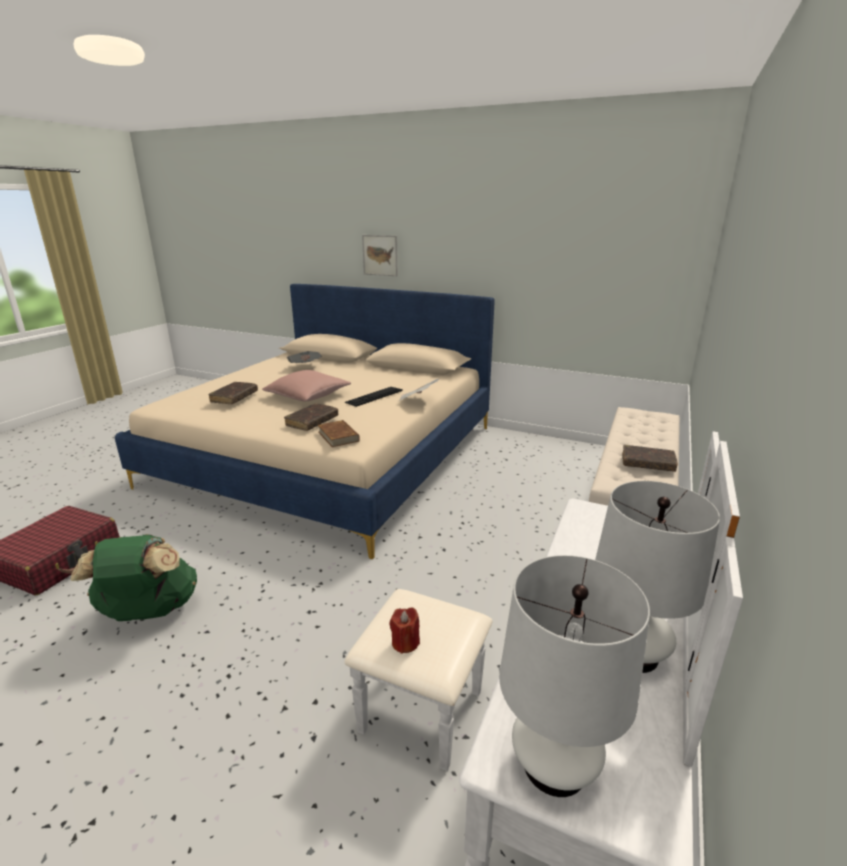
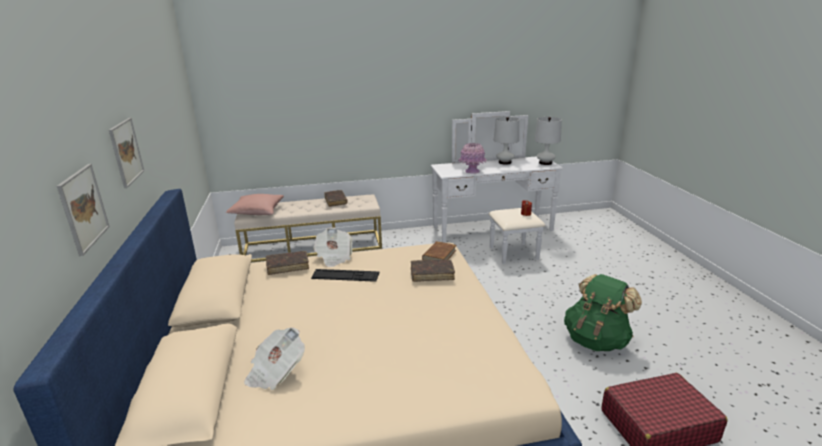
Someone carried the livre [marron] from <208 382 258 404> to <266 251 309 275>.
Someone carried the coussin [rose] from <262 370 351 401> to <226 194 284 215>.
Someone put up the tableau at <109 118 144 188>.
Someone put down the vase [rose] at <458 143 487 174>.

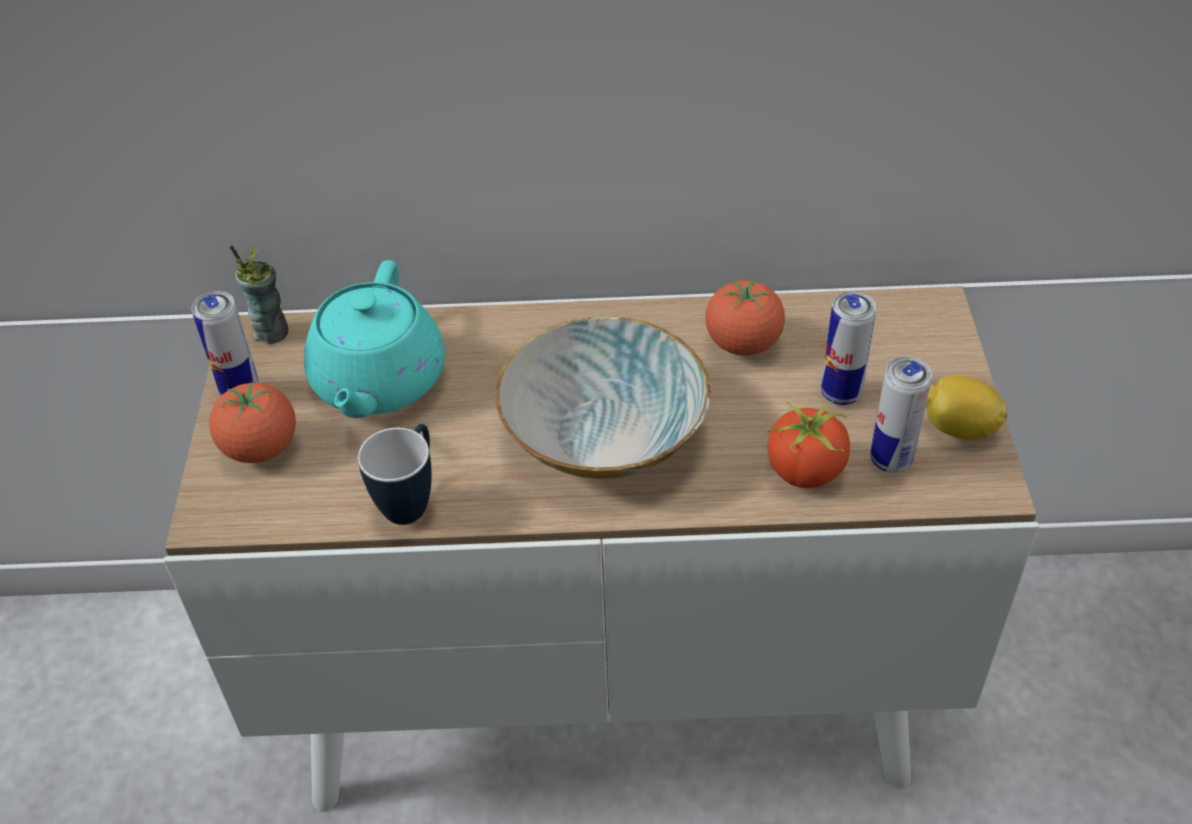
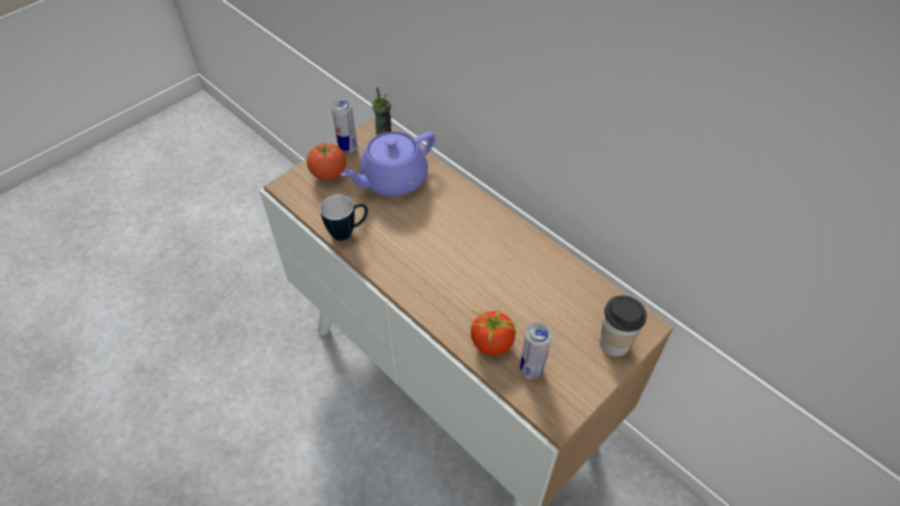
Someone repainted the théière [turquoise] at <304 260 445 418>, which became the théière [violet] at <340 131 435 196>.
Someone took away the bol at <495 316 711 479>.
Someone took away the tomate at <705 280 785 356>.
Someone took away the boîte métallique at <821 291 876 405>.
Someone took away the citron at <926 375 1007 440>.
Someone put down the tasse at <600 295 647 357>.

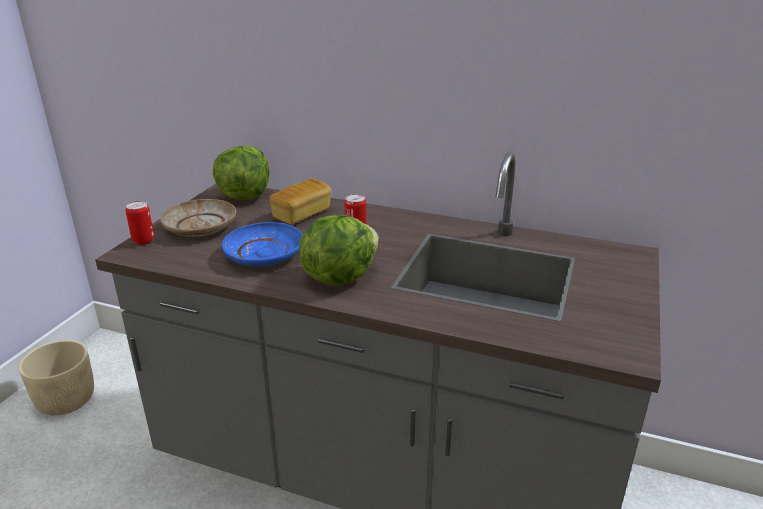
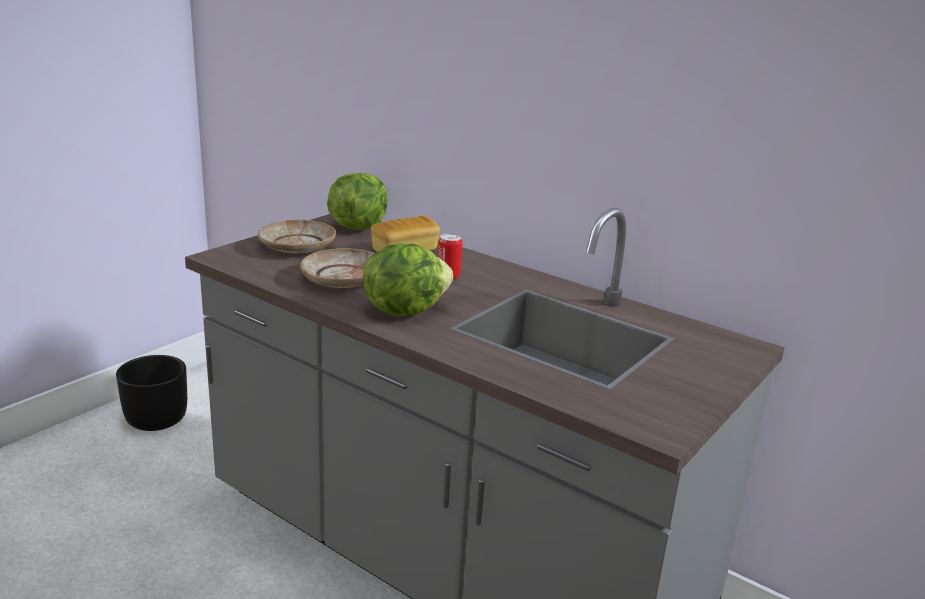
Someone repainted the cache-pot [beige] at <18 340 94 415>, which became the cache-pot [noir] at <116 355 187 431>.
Someone took away the boîte métallique at <126 201 154 245>.
Someone repainted the assiette [bleu] at <222 222 303 266>, which became the assiette [beige] at <300 248 375 288>.

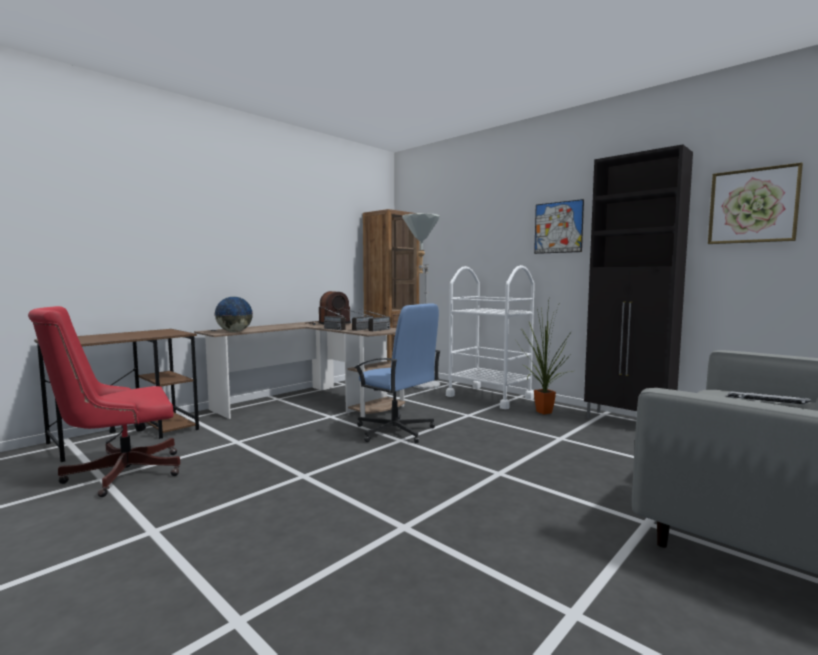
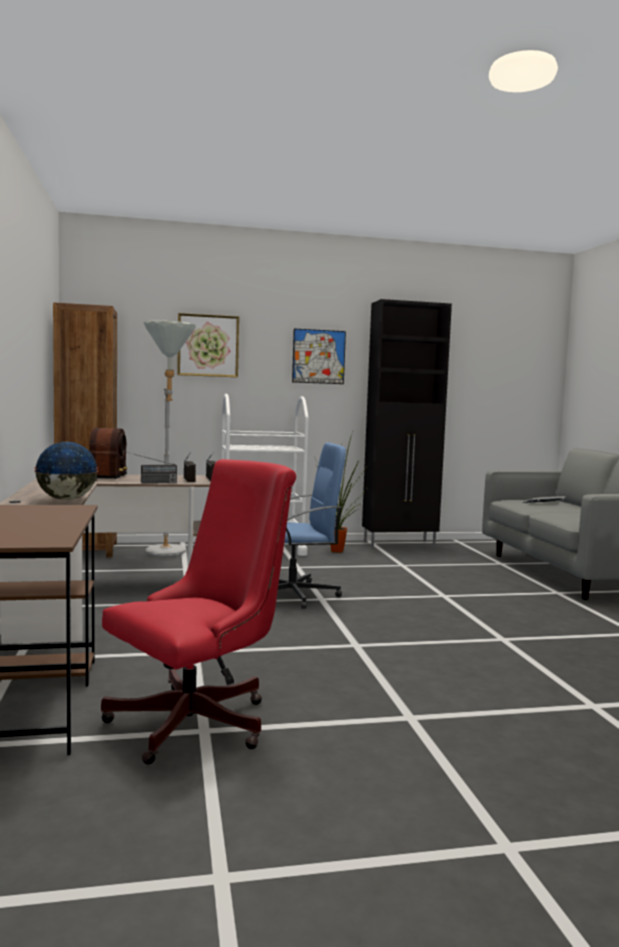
Someone rotated the chaise de bureau [rouge] at <28 306 181 497> by 135 degrees counterclockwise.
Someone carried the tableau from <708 163 803 244> to <177 313 239 377>.

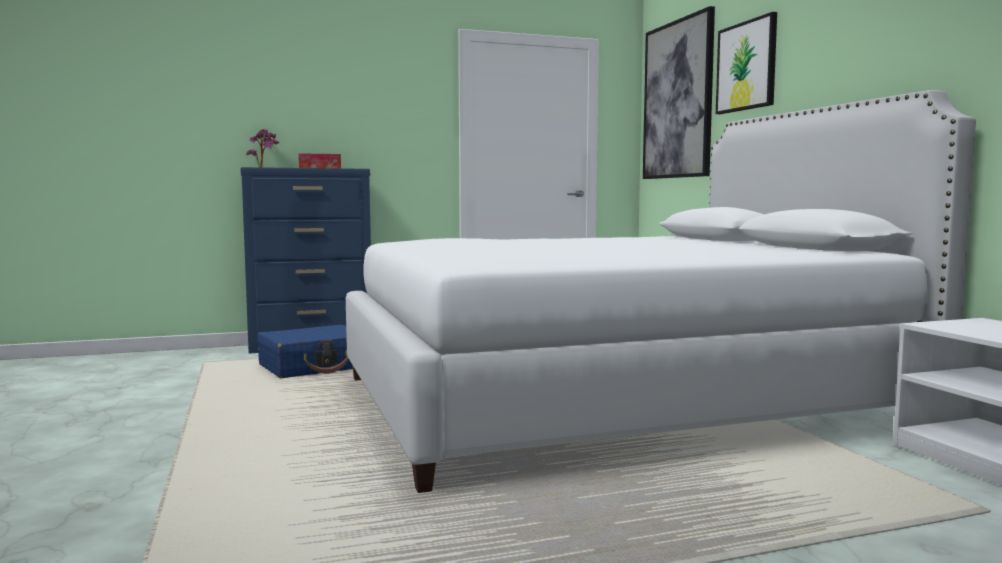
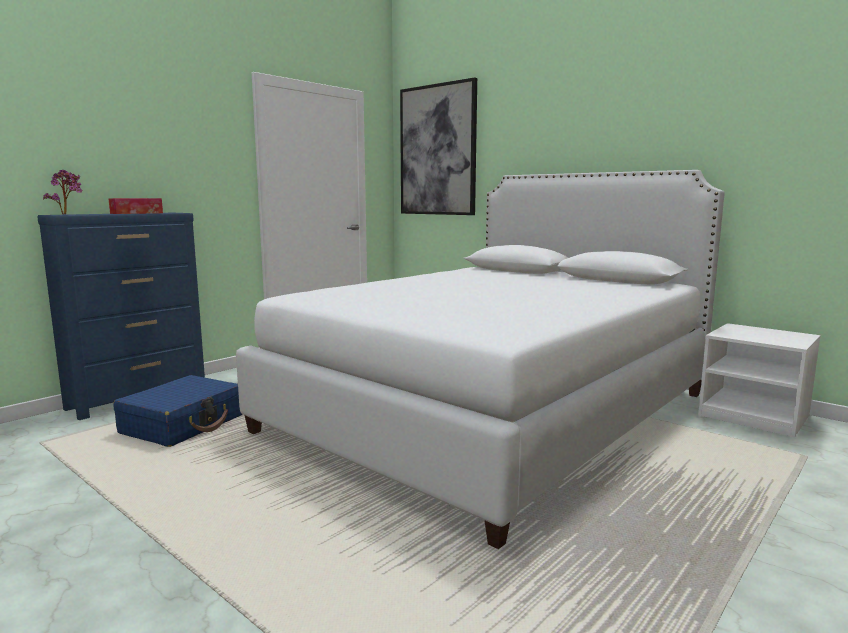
Someone took away the tableau at <716 12 777 114>.

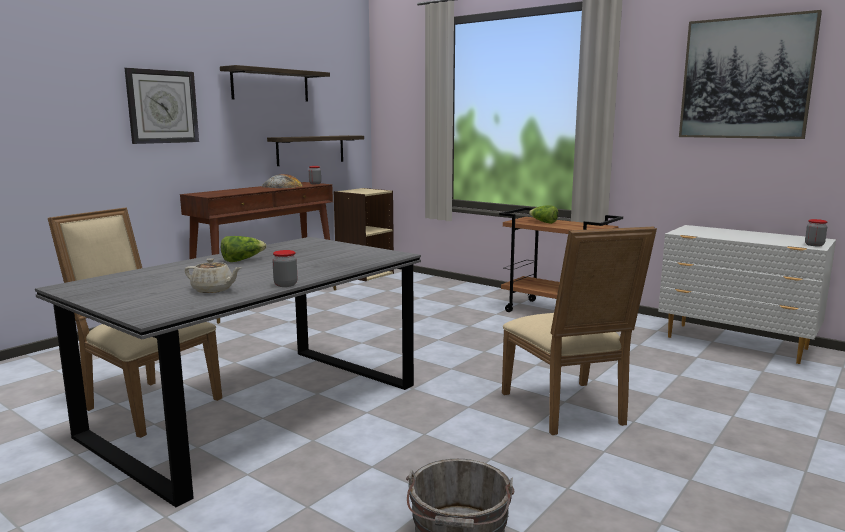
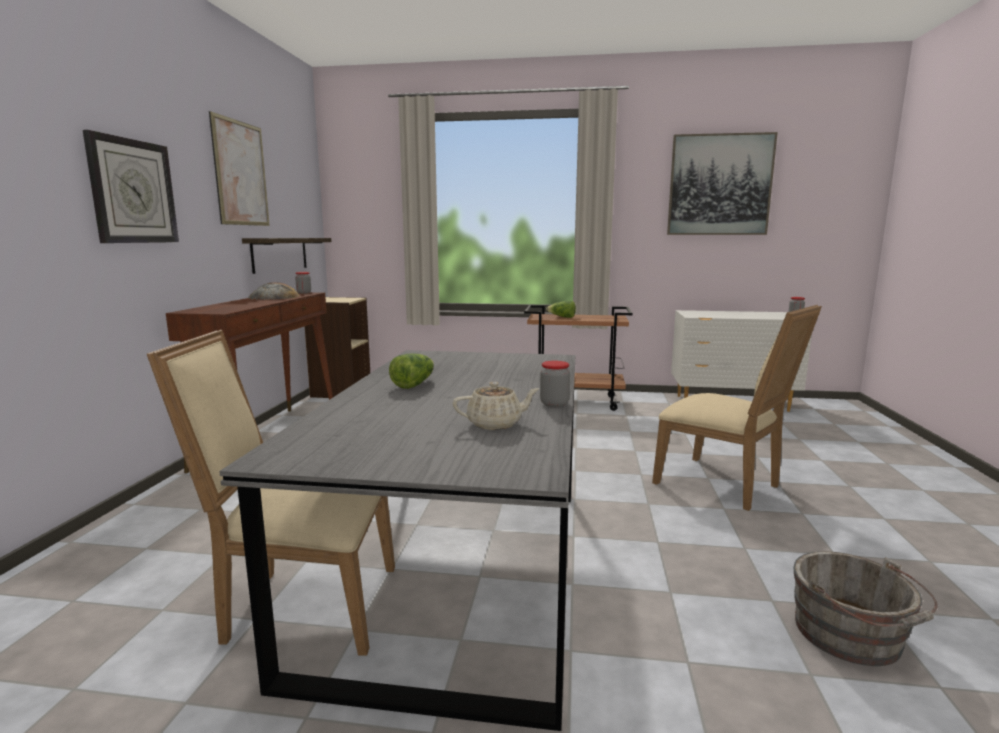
Someone swapped the étagère at <220 65 330 102> for the tableau at <209 111 270 226>.

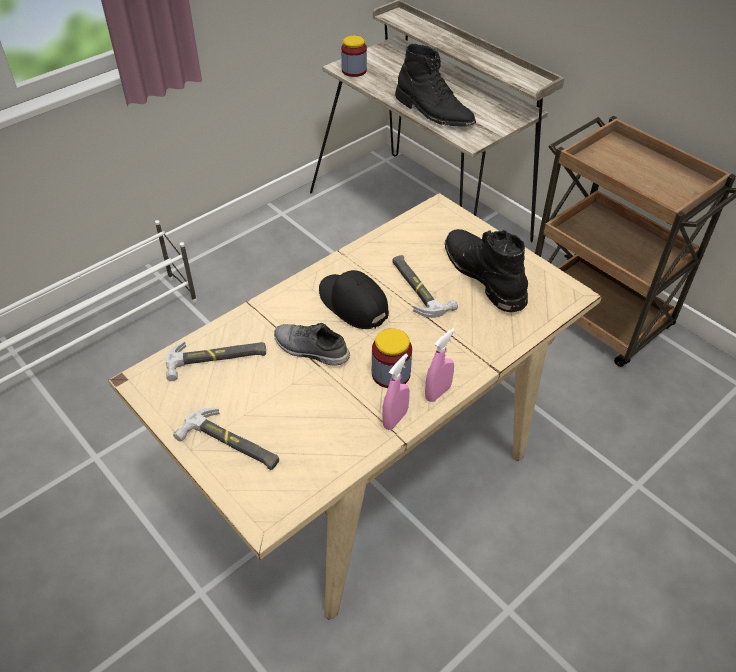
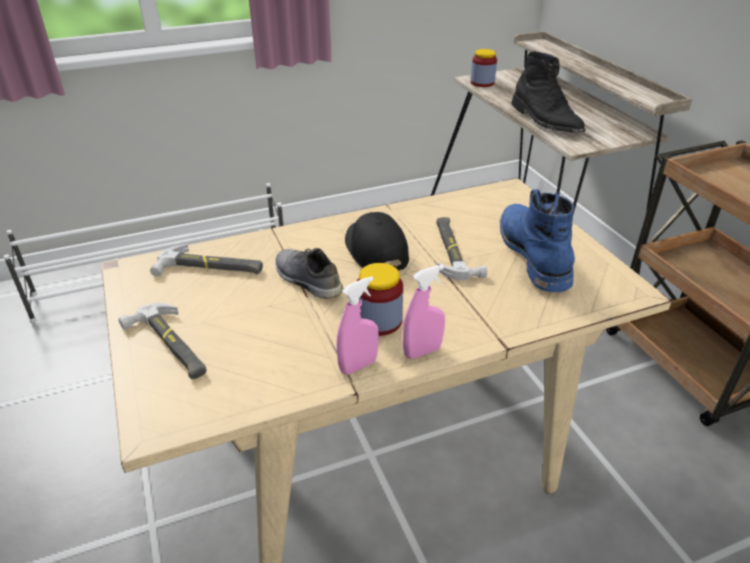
Someone repainted the botte [noir] at <445 229 528 312>, which became the botte [bleu] at <500 189 575 292>.

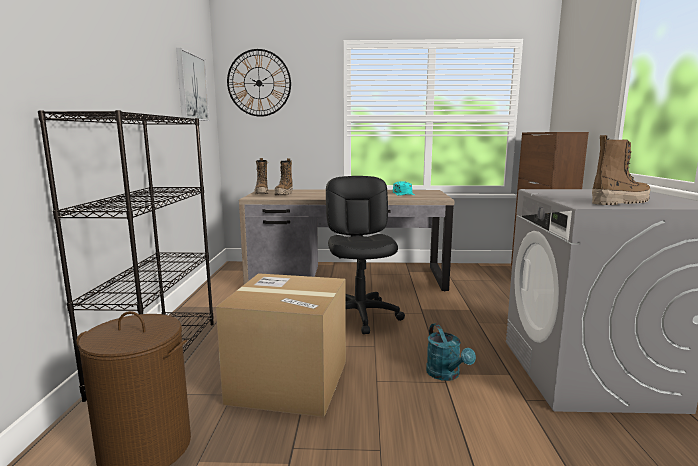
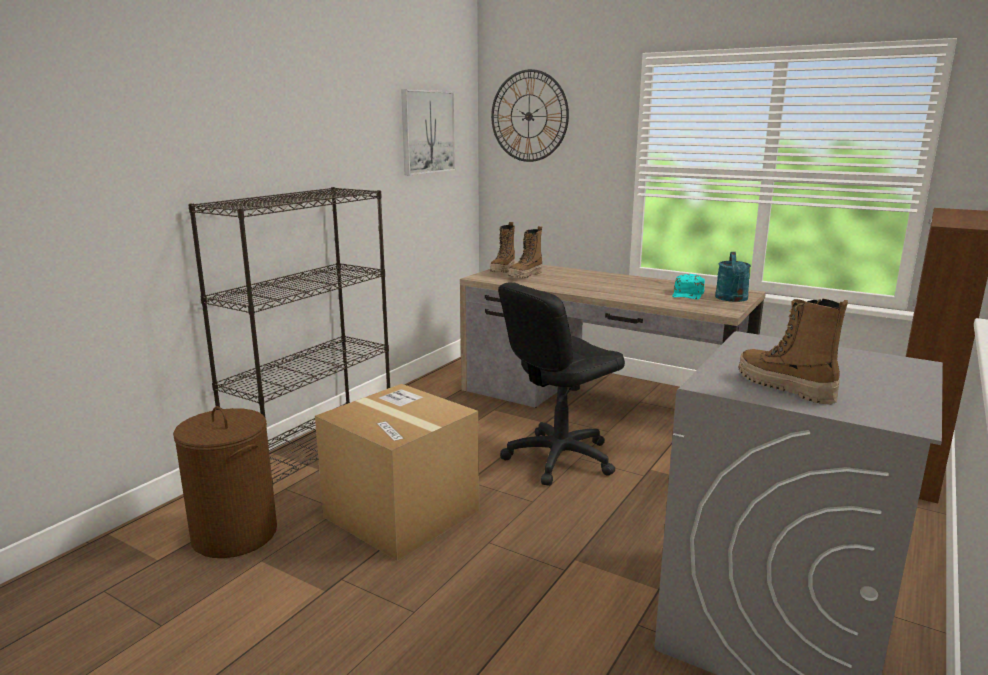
Someone rotated the chaise de bureau [noir] at <326 176 405 334> by 150 degrees counterclockwise.
Someone carried the arrosoir [turquoise] from <426 323 476 381> to <715 252 751 302>.
Someone rotated the botte at <592 135 650 205> by 135 degrees counterclockwise.

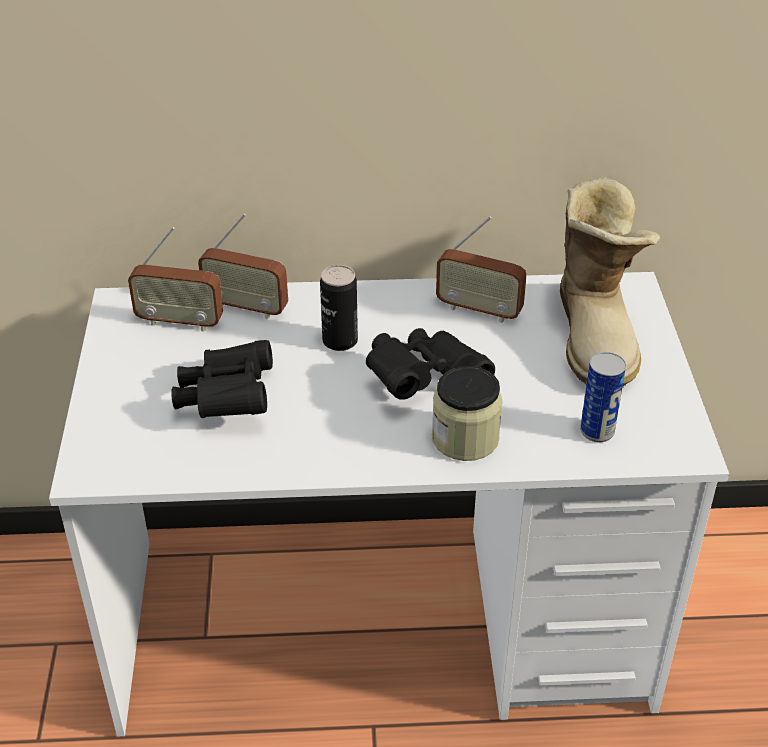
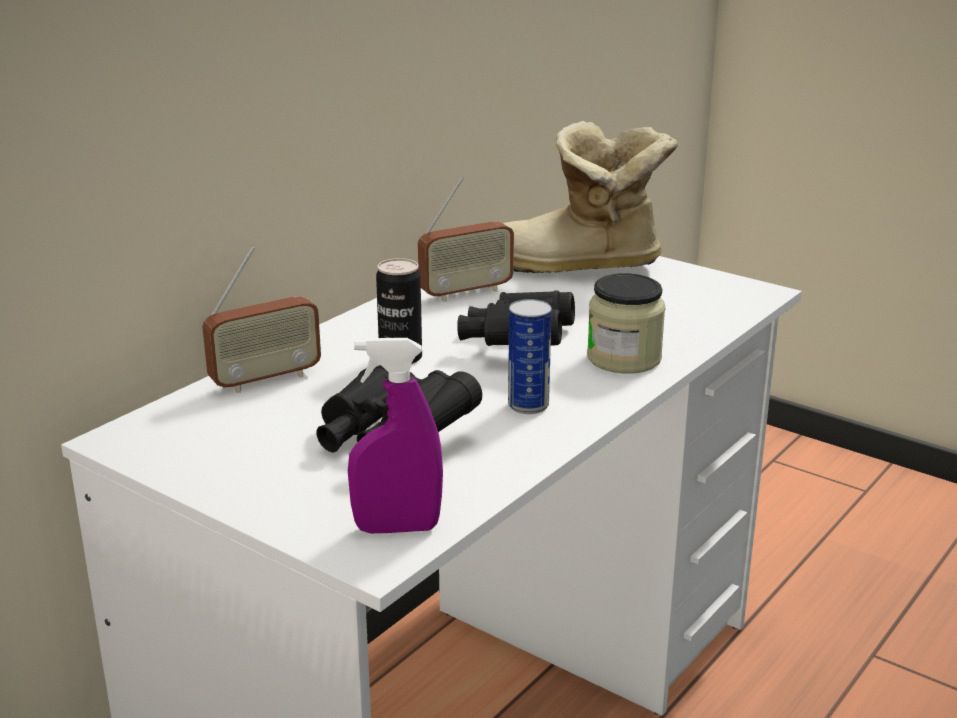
Someone took away the radio at <128 227 223 331>.
Someone rotated the botte at <560 176 660 388> by 150 degrees clockwise.
Someone carried the boîte métallique from <580 352 626 442> to <508 299 552 414>.
Someone put down the vaporisateur [violet] at <348 338 443 534>.

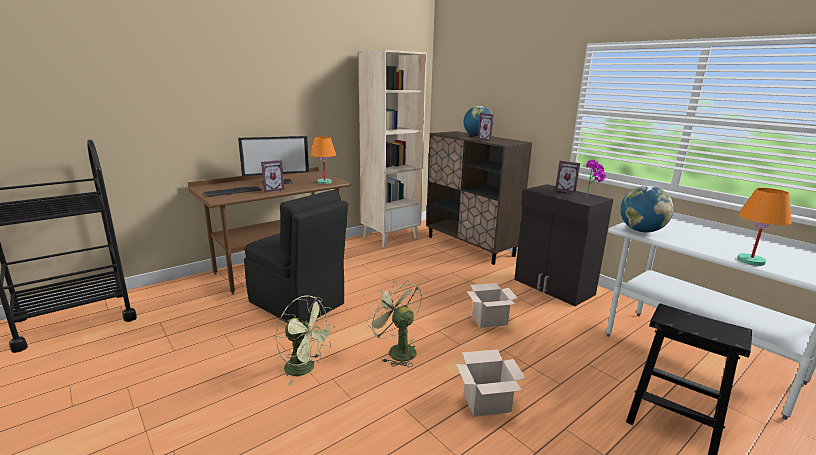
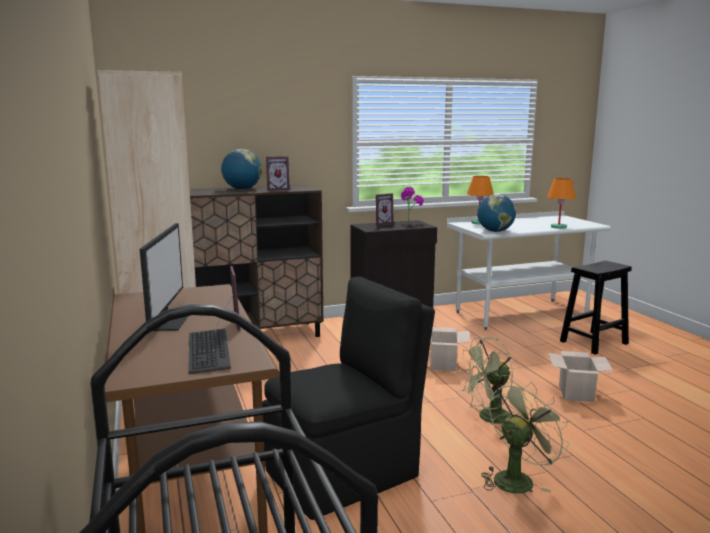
Someone carried the lampe de table [orange] from <310 137 336 184> to <467 176 494 224>.

